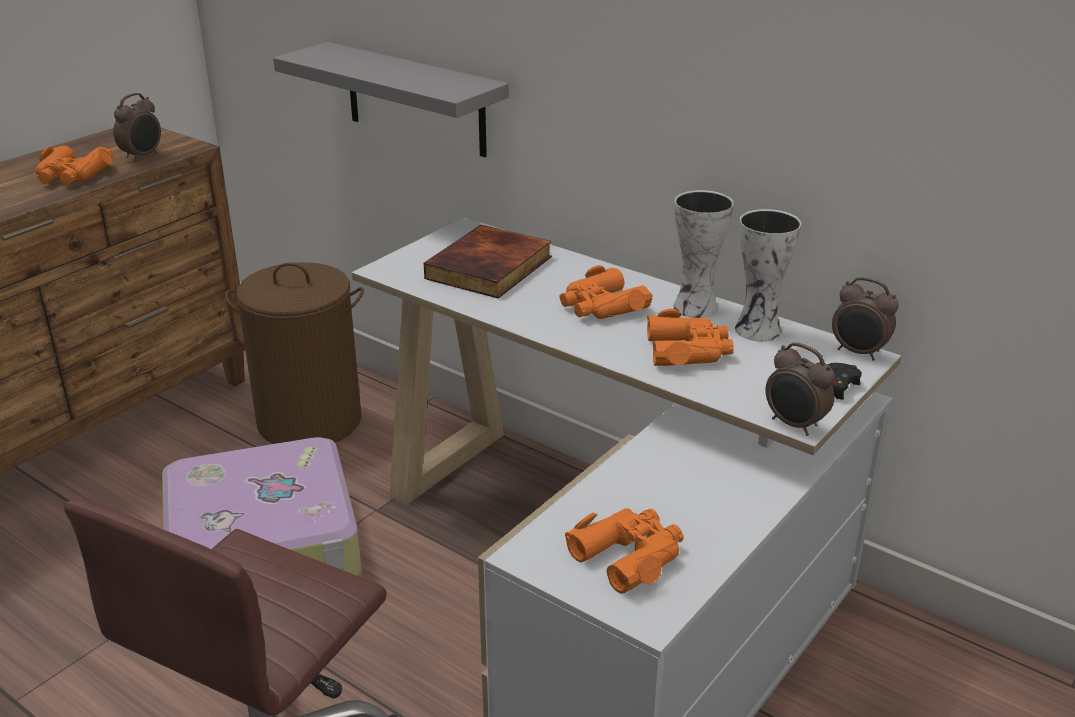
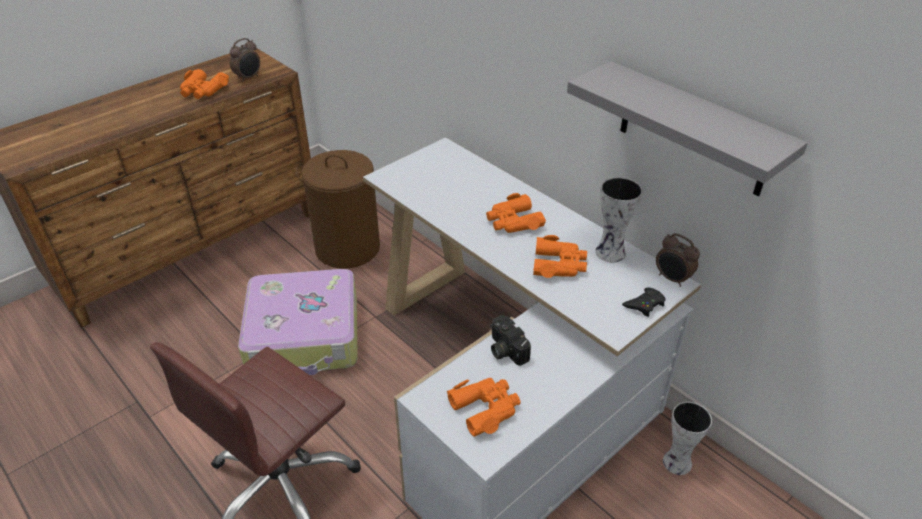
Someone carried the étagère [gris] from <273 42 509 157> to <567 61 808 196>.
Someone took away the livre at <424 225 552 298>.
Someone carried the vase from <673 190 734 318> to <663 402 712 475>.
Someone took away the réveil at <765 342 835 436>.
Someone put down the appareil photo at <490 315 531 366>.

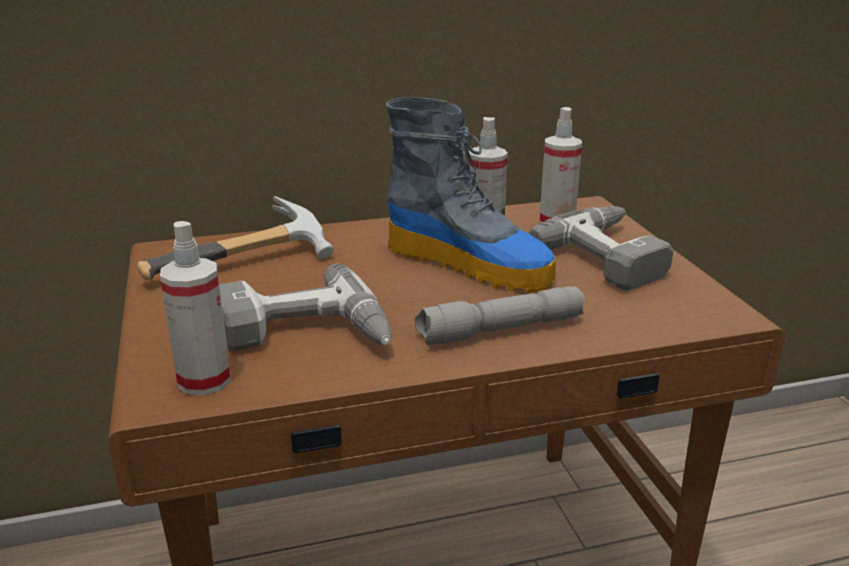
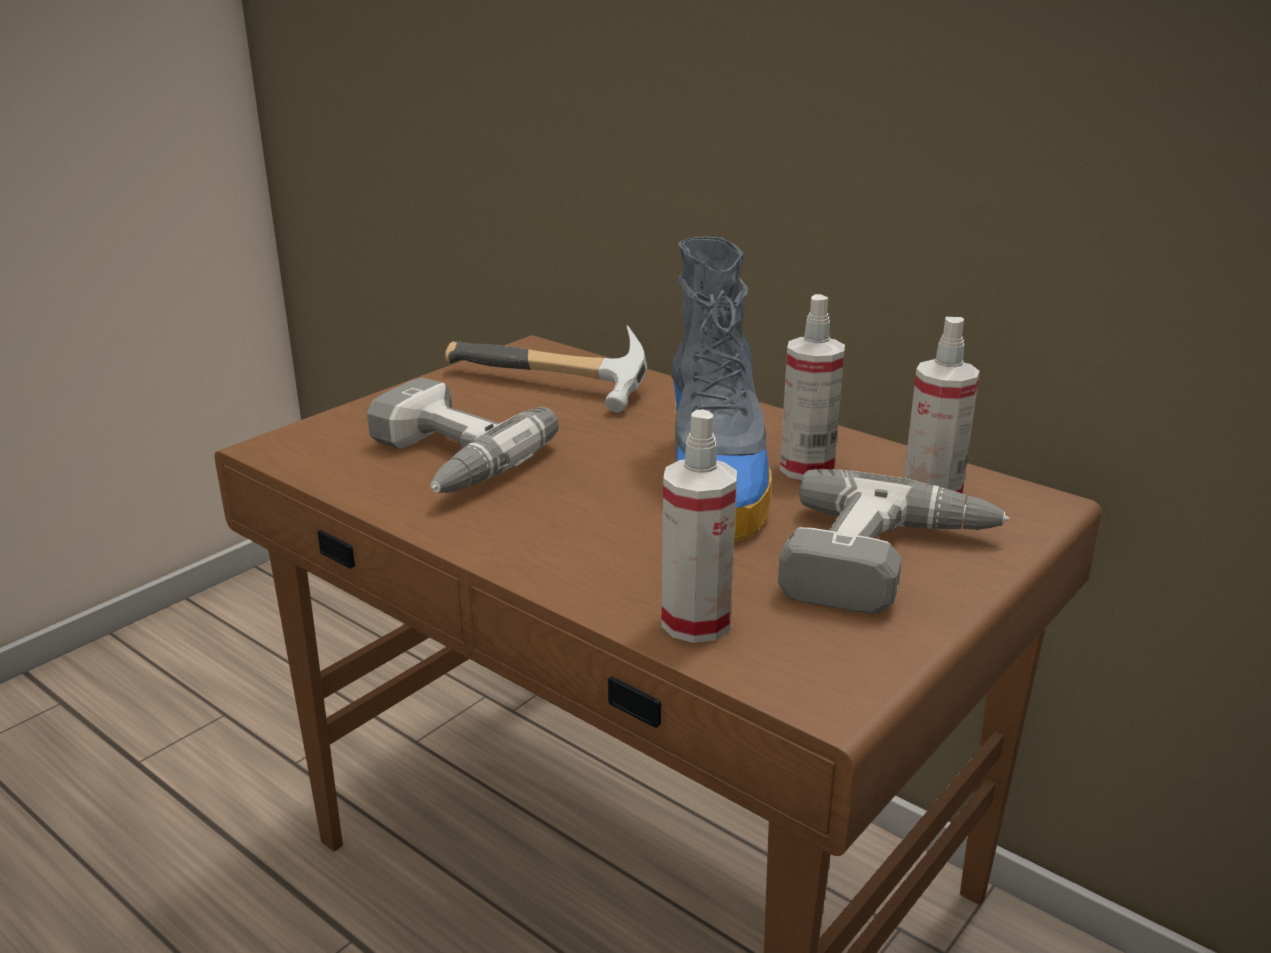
Someone carried the vaporisateur from <160 221 231 396> to <661 410 737 643>.
Someone took away the lampe de poche [gris] at <415 286 585 345>.

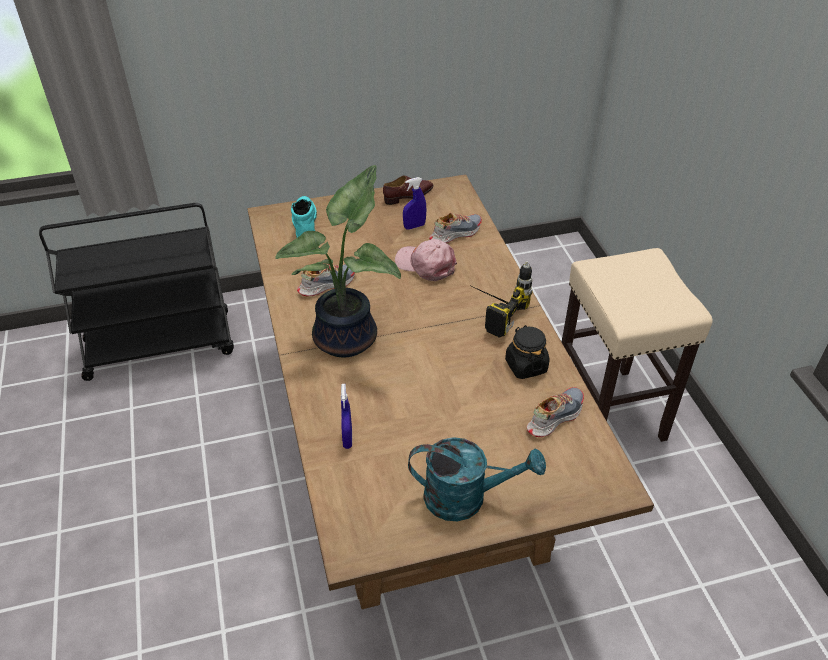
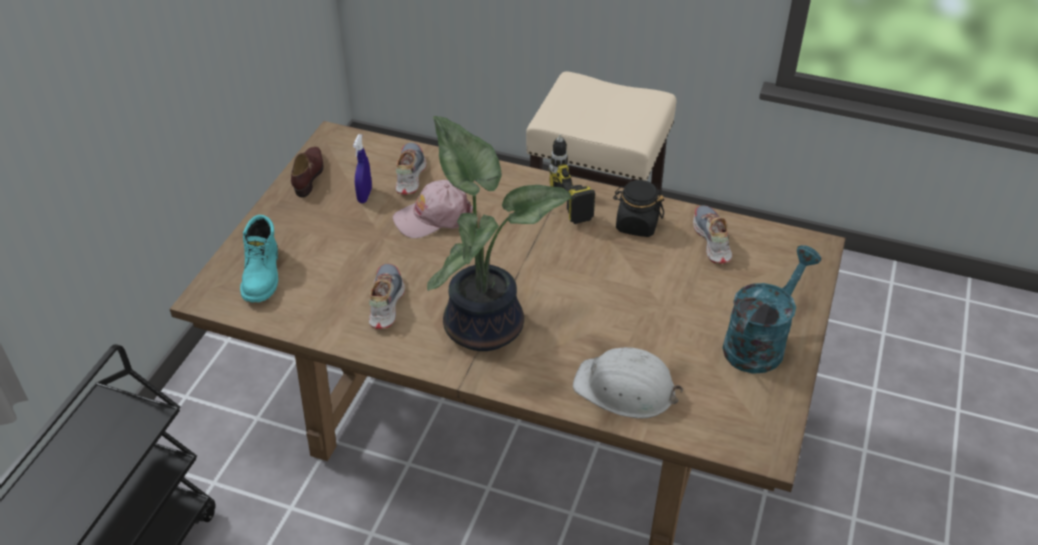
Someone rotated the botte [turquoise] at <291 196 317 238> by 120 degrees counterclockwise.
Someone swapped the vaporisateur [bleu] at <341 384 352 449> for the casque de chantier [blanc] at <573 347 683 418>.

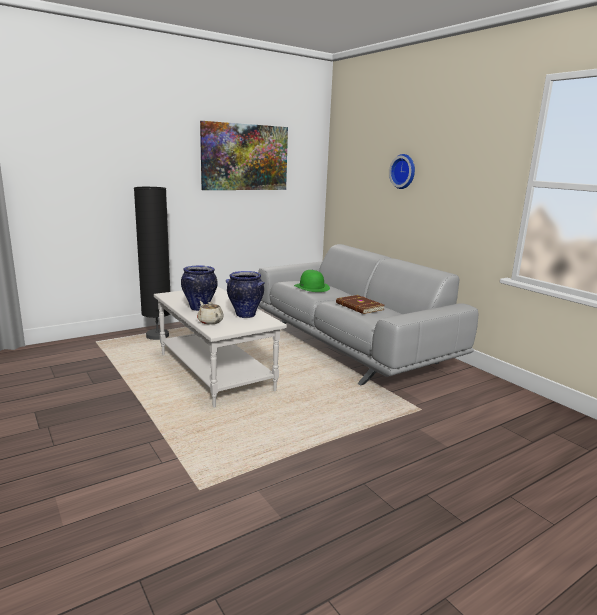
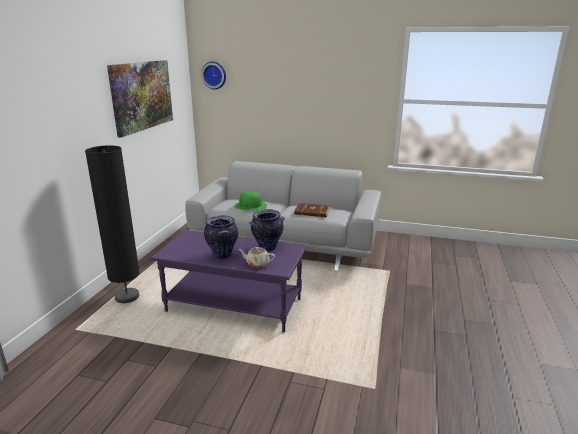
Someone repainted the table basse [blanc] at <154 286 287 408>, which became the table basse [violet] at <151 230 307 332>.
Someone carried the horloge murale from <389 154 415 189> to <201 61 226 90>.

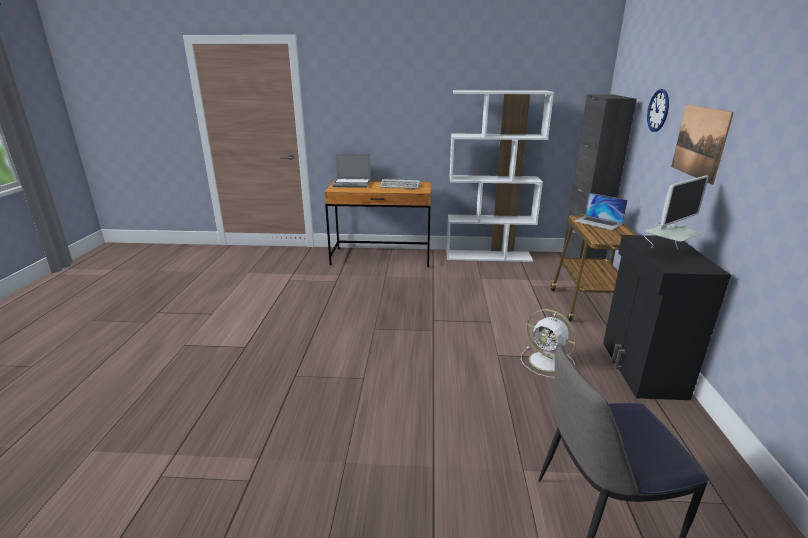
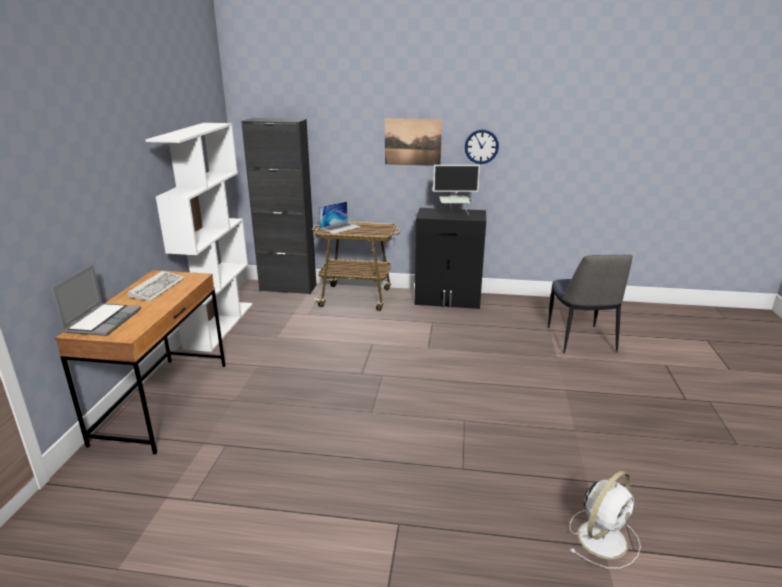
Someone carried the ventilateur [blanc] from <521 309 577 378> to <569 471 641 569>.
Someone rotated the écran d'ordinateur at <643 175 709 249> by 120 degrees clockwise.
Someone carried the horloge murale from <647 89 669 132> to <465 129 499 164>.

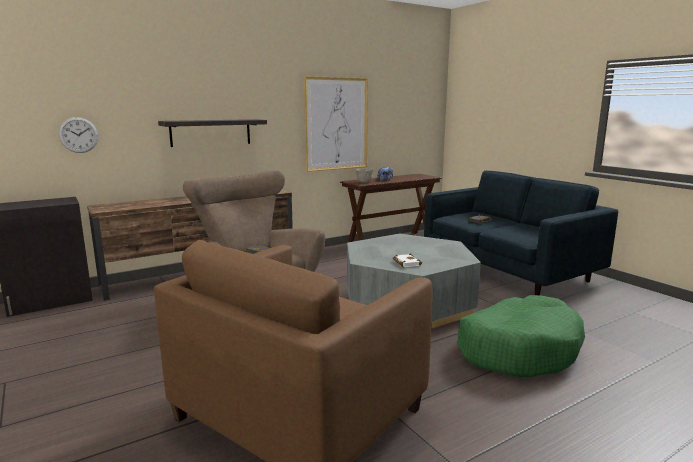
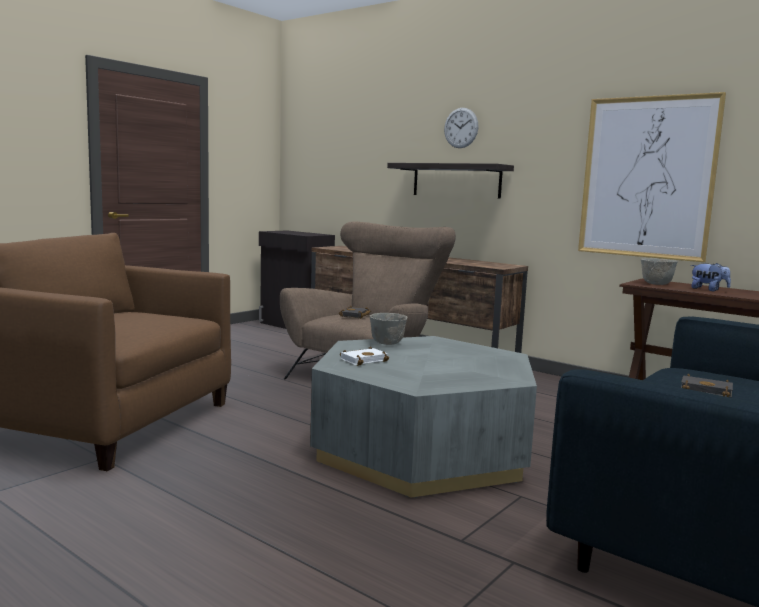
Someone carried the horloge murale from <58 117 98 153> to <444 108 479 148>.
Someone took away the panier pour chien [vert] at <458 295 585 377>.
Someone put down the bol [gris] at <370 313 408 345>.

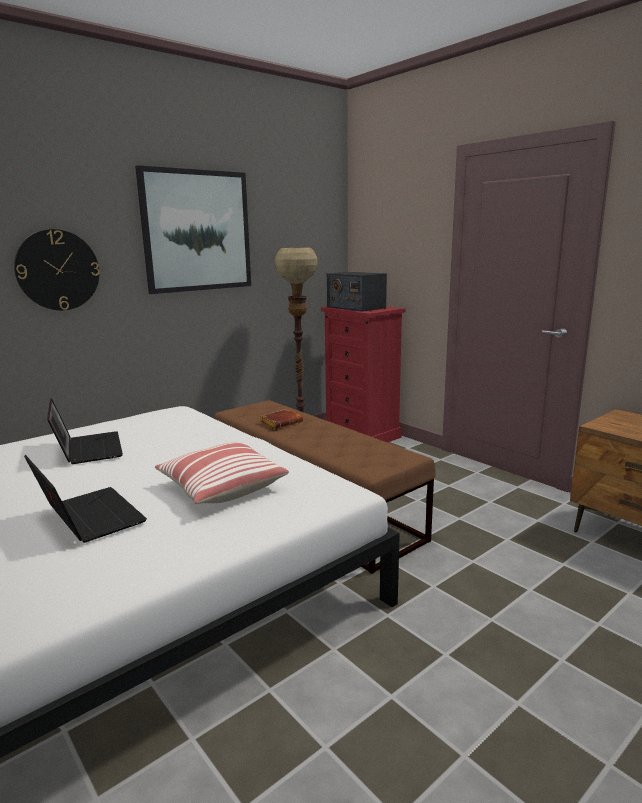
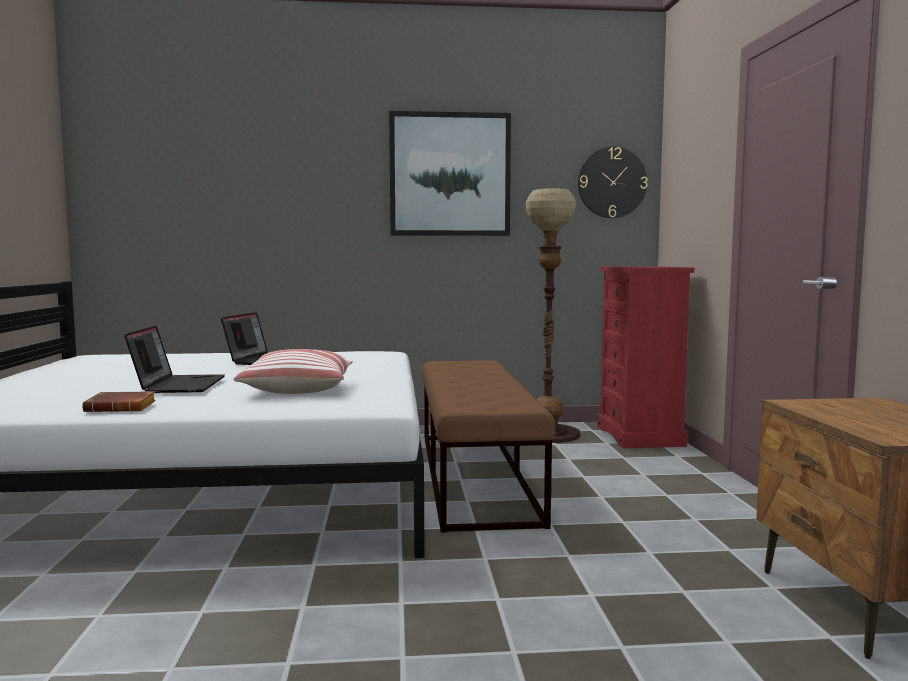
Someone carried the horloge murale from <14 229 100 310> to <578 147 647 218>.
Someone carried the livre [marron] from <260 409 303 429> to <82 391 156 412>.
Someone took away the radio at <327 272 387 312>.

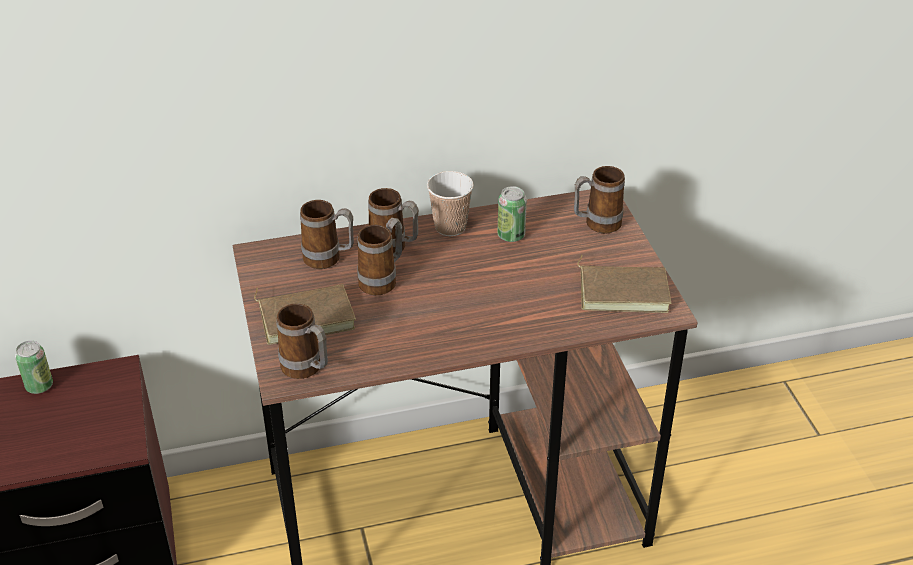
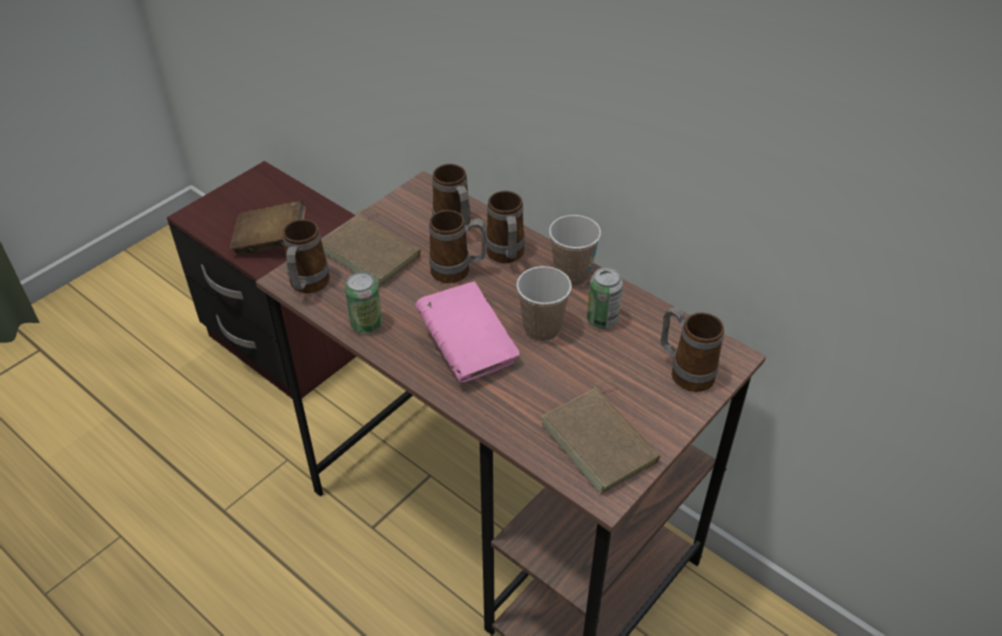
Someone carried the boîte métallique from <15 341 53 394> to <345 272 382 334>.
Someone put down the livre [marron] at <230 201 305 256>.
Someone put down the livre [rose] at <415 282 520 383>.
Someone put down the tasse at <516 266 572 341>.

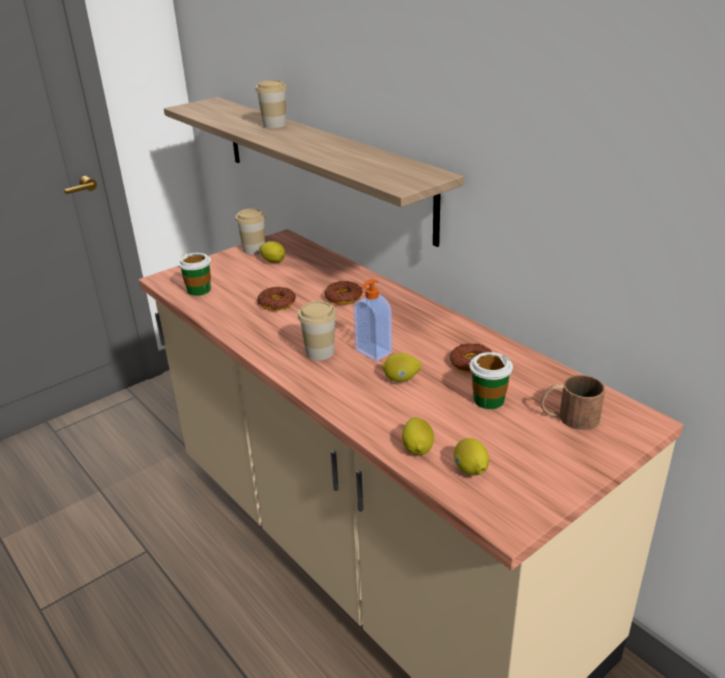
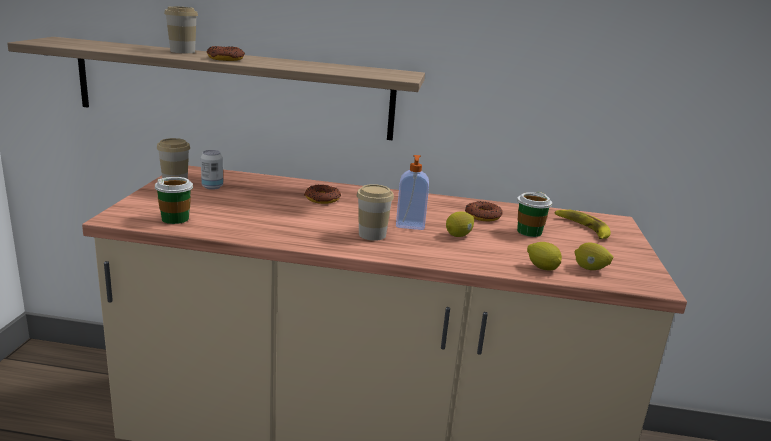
Someone carried the beignet from <257 287 296 311> to <207 46 245 61>.
Someone swapped the citron at <259 241 285 263> for the boîte métallique at <201 150 223 190>.
Someone swapped the mug [marron] at <540 375 605 430> for the banane at <555 210 611 240>.

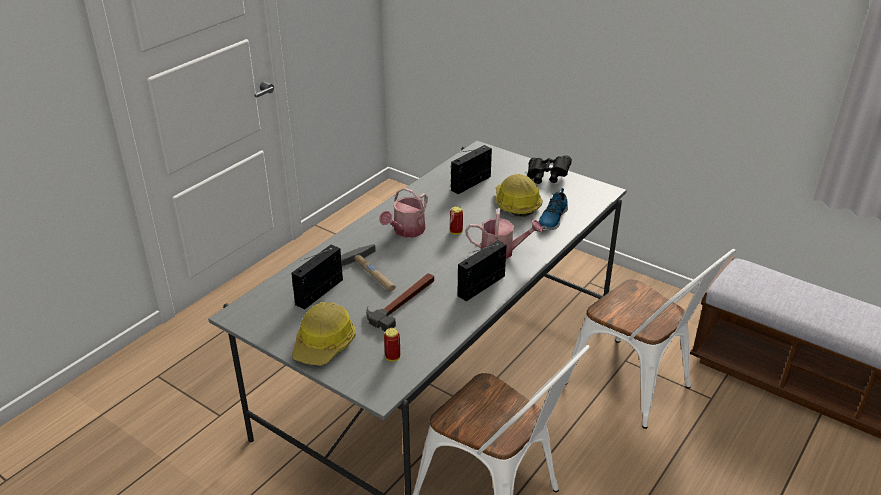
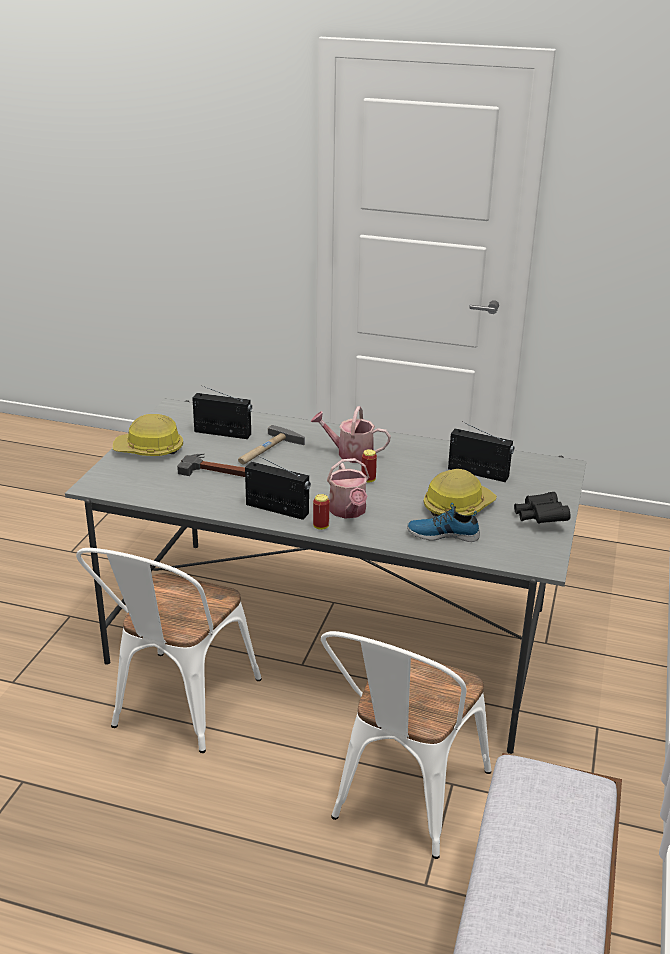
Someone carried the boîte métallique from <384 328 400 361> to <313 494 330 530>.

